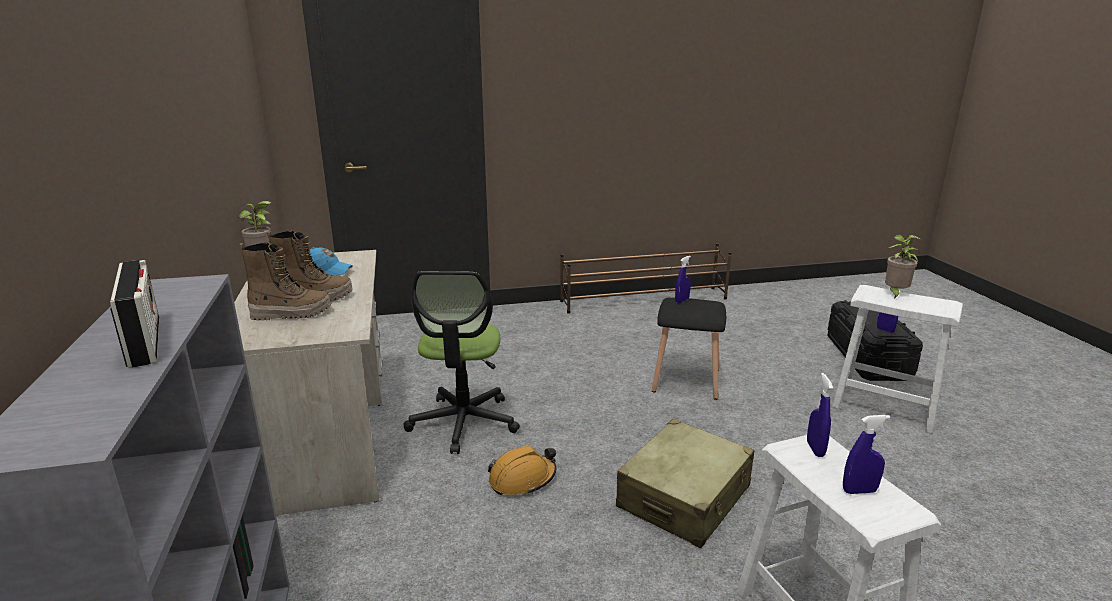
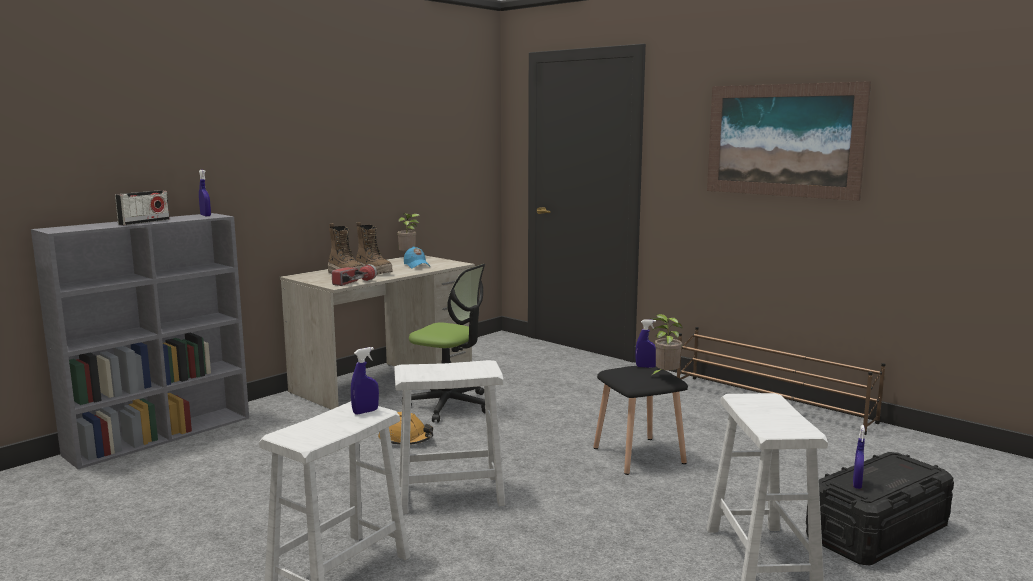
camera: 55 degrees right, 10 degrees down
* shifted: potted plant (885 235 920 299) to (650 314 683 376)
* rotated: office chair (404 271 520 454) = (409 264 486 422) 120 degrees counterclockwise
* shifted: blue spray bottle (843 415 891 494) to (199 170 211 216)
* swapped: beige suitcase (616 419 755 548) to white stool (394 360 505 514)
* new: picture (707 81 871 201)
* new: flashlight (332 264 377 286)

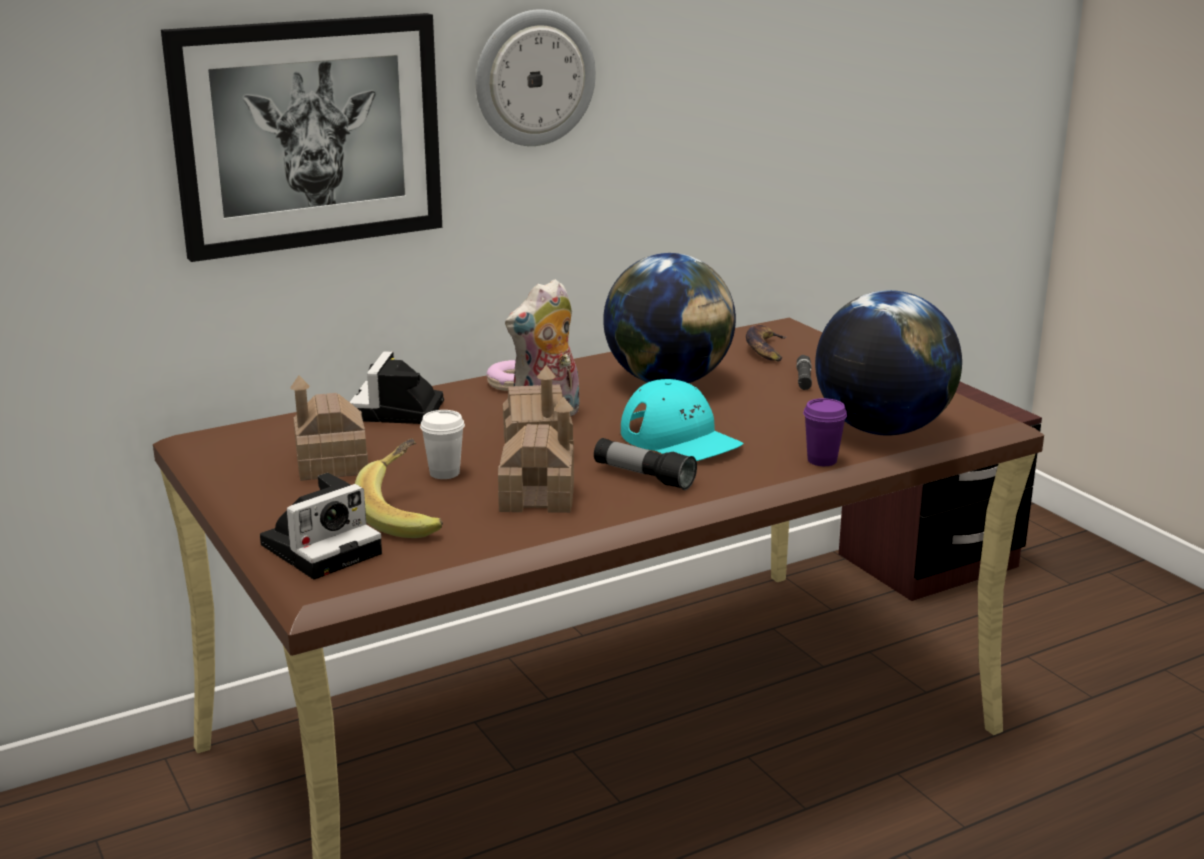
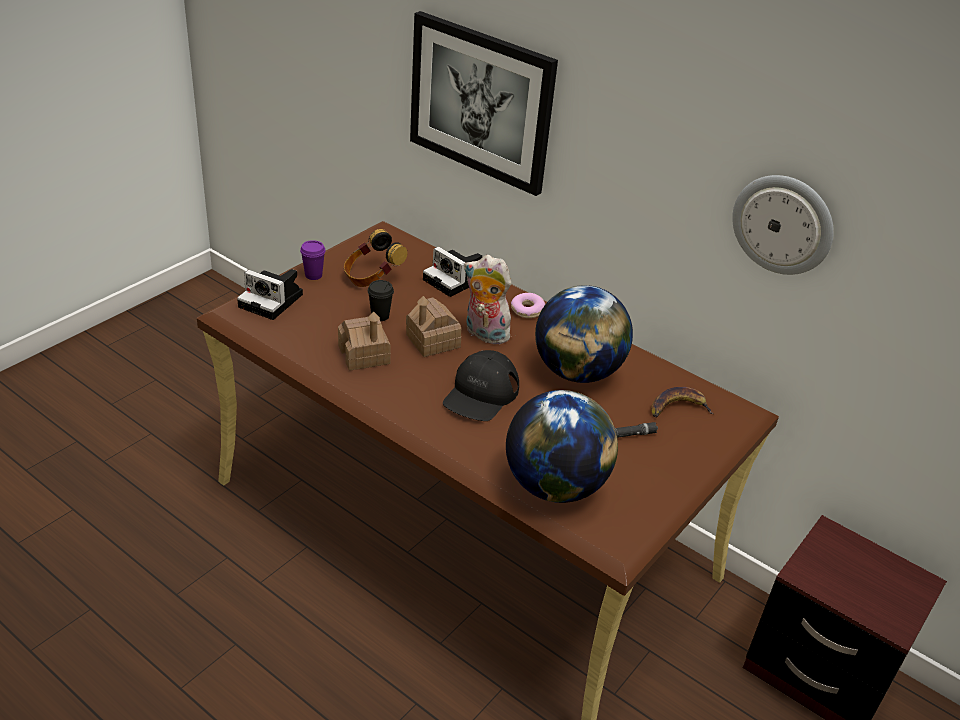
camera: 65 degrees right, 15 degrees up
* shifted: wall clock (476 9 596 146) to (732 175 834 275)
* rotated: photo camera (350 351 444 424) = (423 247 482 297) 120 degrees counterclockwise
* swapped: toy house (290 376 368 481) to headphones (344 229 407 287)
* repainted: turquoise cap (621 379 743 461) to black cap (443 350 519 421)
* shifted: purple cup (803 398 847 466) to (300 240 326 280)
* repainted: white cup (420 410 465 479) to black cup (368 280 394 321)
* gone: banana (355 438 443 538)
* gone: flashlight (594 438 697 490)

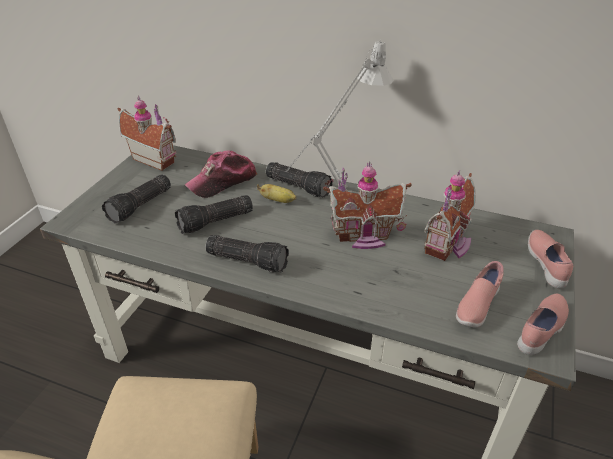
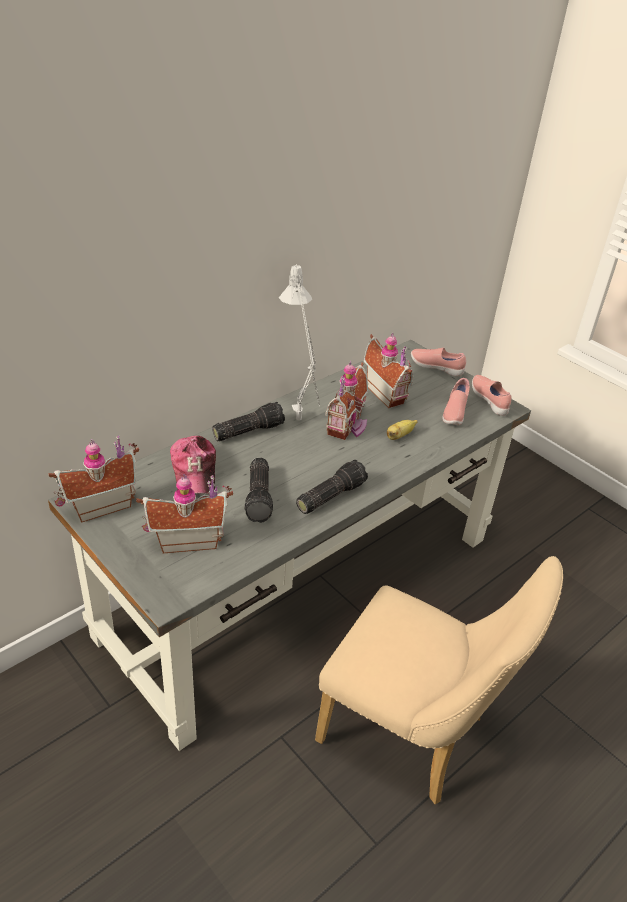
camera: 65 degrees left, 0 degrees up
* swapped: flashlight (102 174 171 223) to toy house (136 474 233 553)
* shifted: banana (257 184 296 203) to (387 420 418 440)
* rotated: pink shoe (456 261 504 328) = (442 378 470 425) 45 degrees clockwise

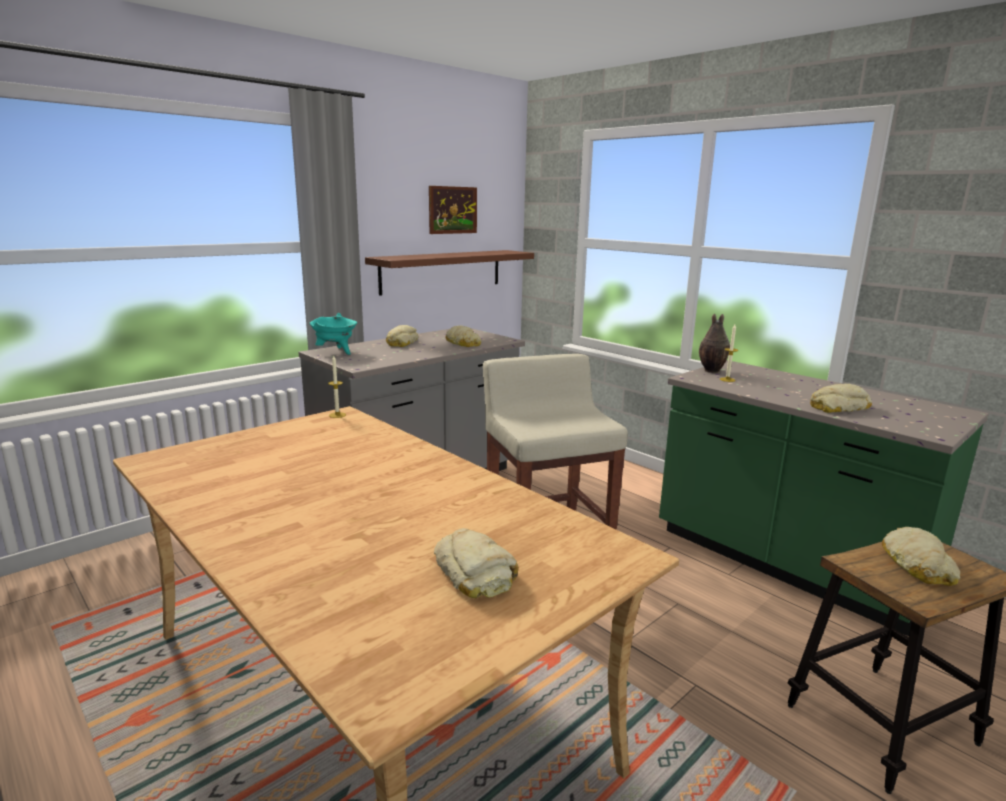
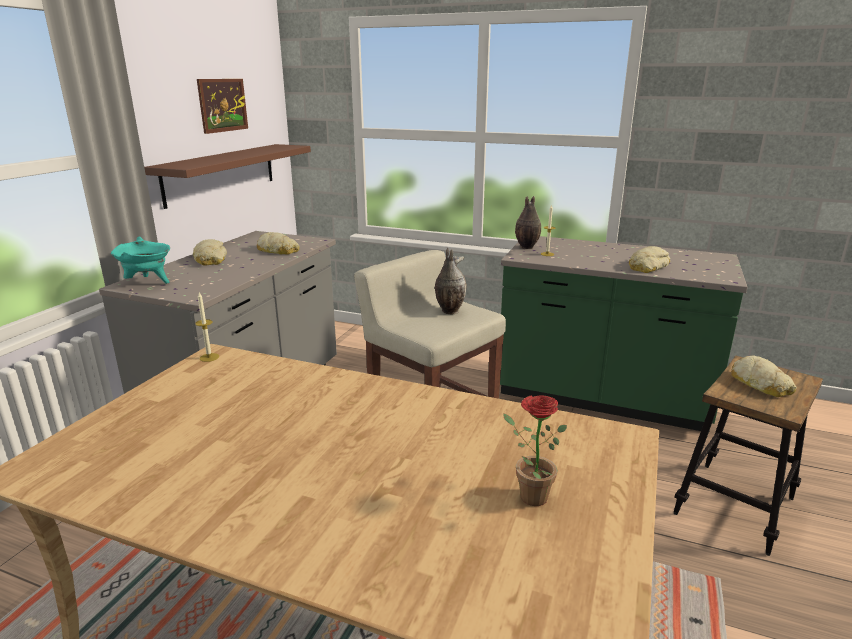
camera: 25 degrees left, 5 degrees up
* swapped: bread (434 528 519 598) to potted plant (503 395 567 506)
* new: vase (435 248 467 314)

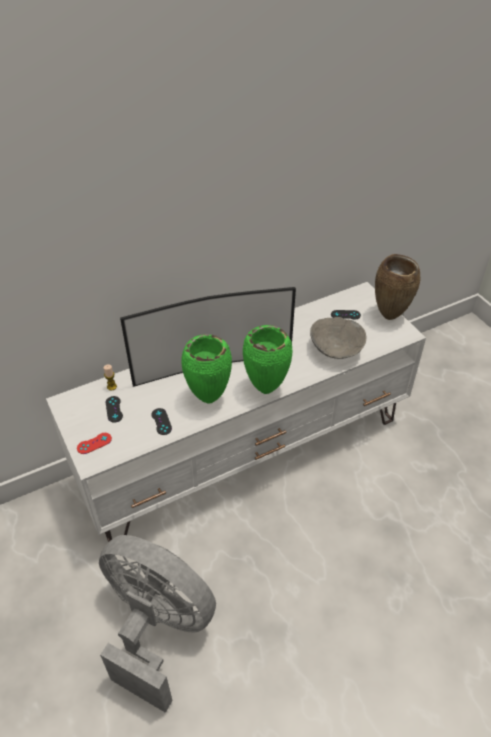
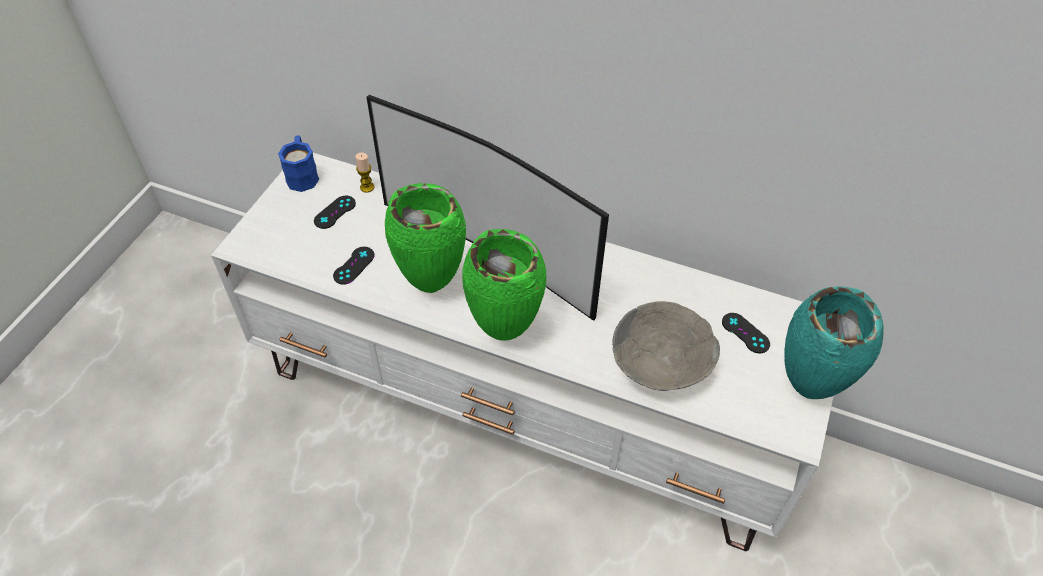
camera: 50 degrees right, 5 degrees up
* repainted: brown vase (375 254 421 320) to turquoise vase (784 286 884 399)
* gone: red game controller (77 433 112 454)
* gone: grey fan (99 535 216 713)
* new: blue mug (278 135 319 192)

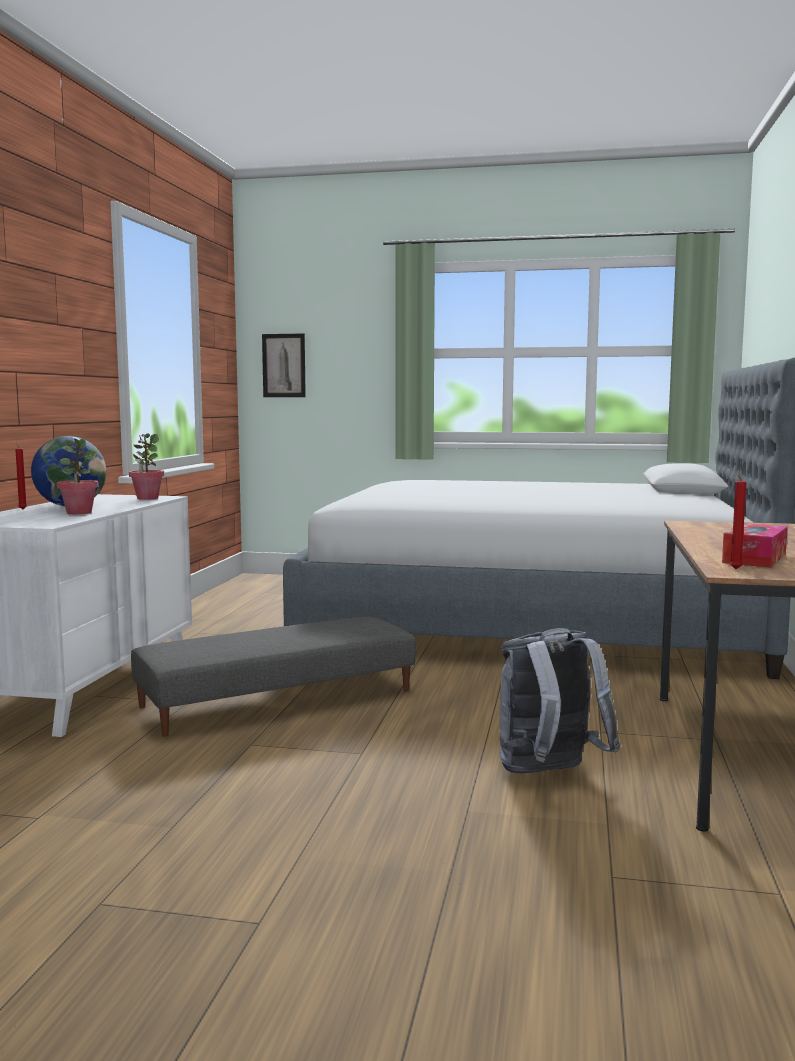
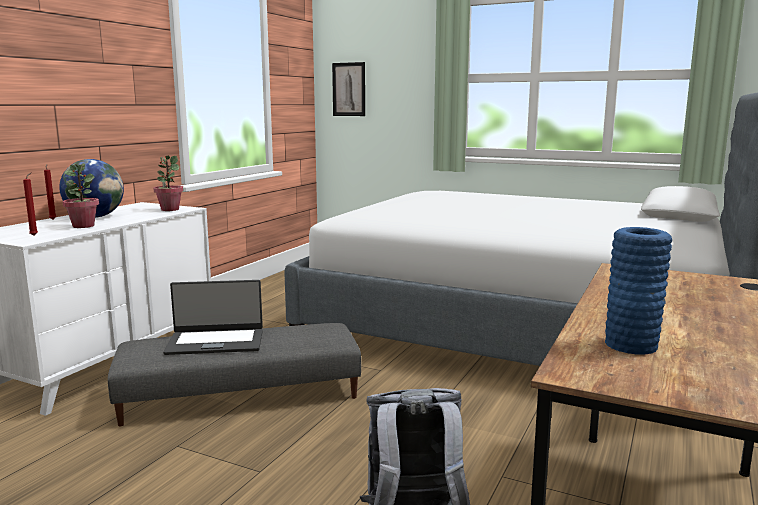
camera: 15 degrees right, 5 degrees up
* shifted: red candle (730 471 746 569) to (23 172 38 236)
* swapped: tissue box (722 523 788 568) to blue vase (605 227 672 355)
* new: laptop (163 280 263 355)

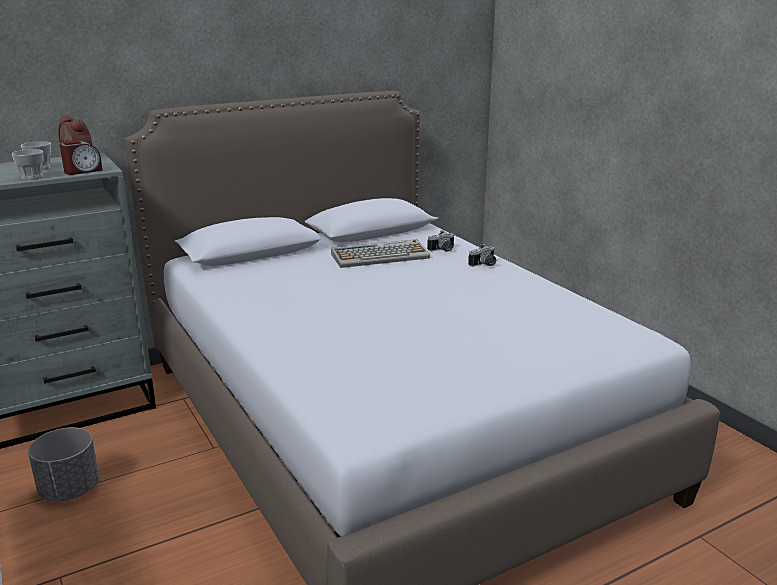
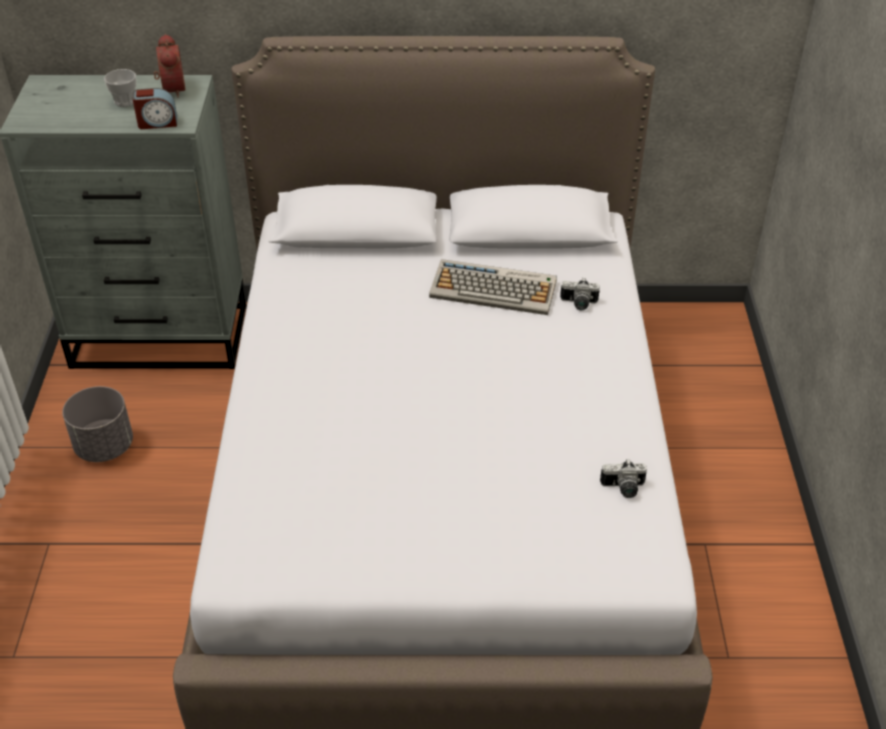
camera: 30 degrees right, 20 degrees up
* gone: cup (12 149 43 180)
* shifted: photo camera (468 244 496 267) to (600 459 647 498)

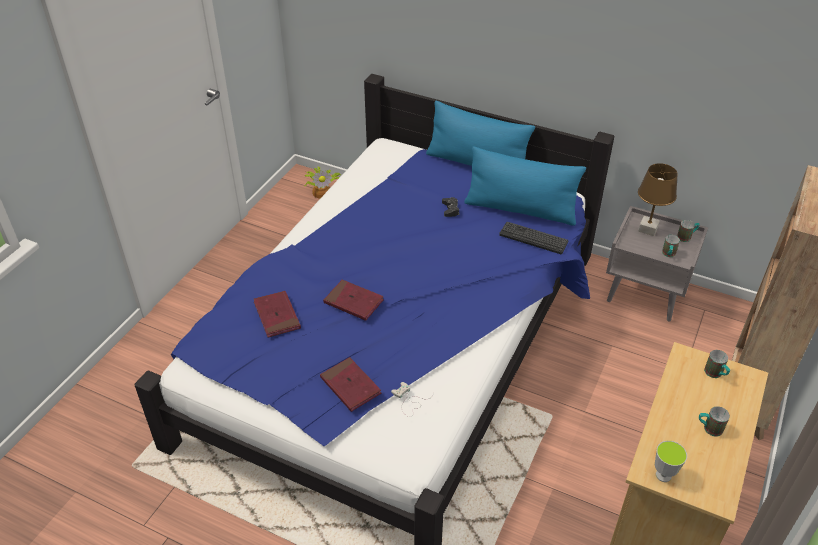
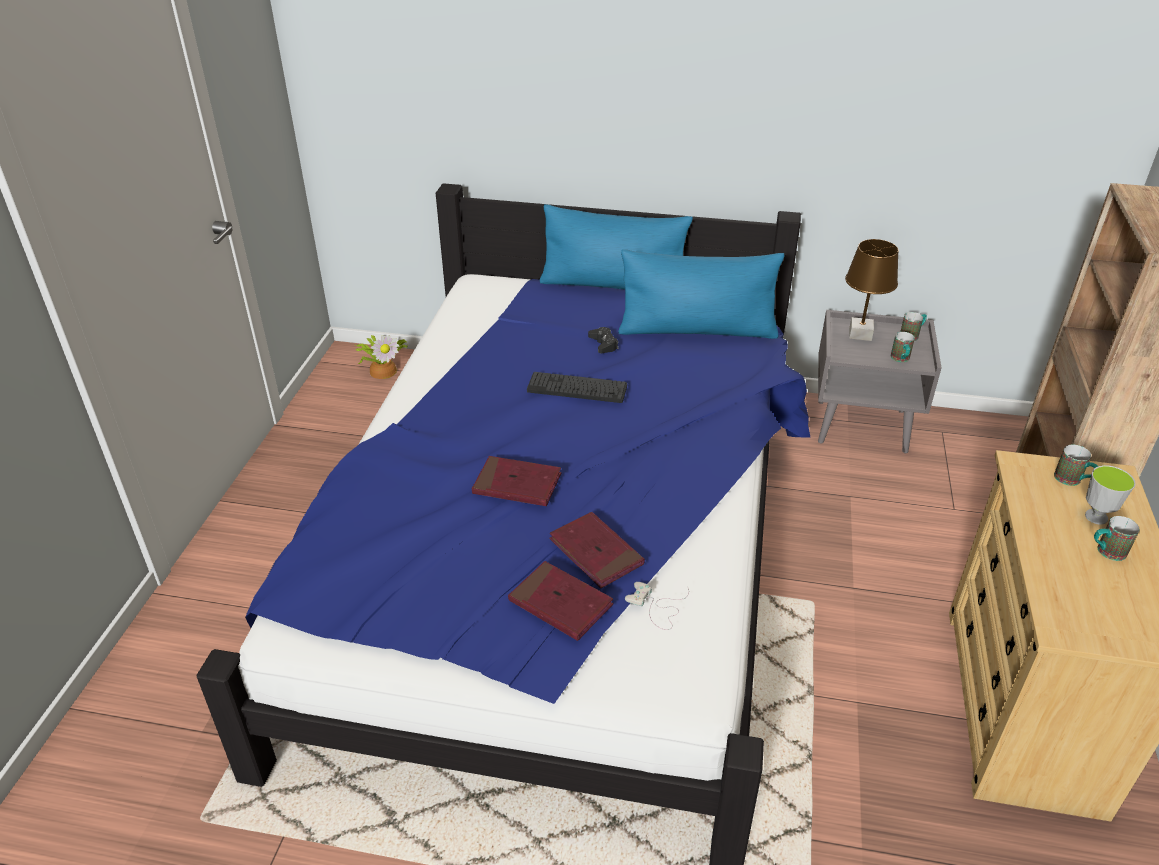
camera: 15 degrees left, 5 degrees down
* shifted: keyboard (499 222 568 254) to (527 372 627 403)
* shifted: red book (254 291 301 337) to (549 512 645 588)
* shifted: cup (655 441 687 482) to (1085 465 1136 525)

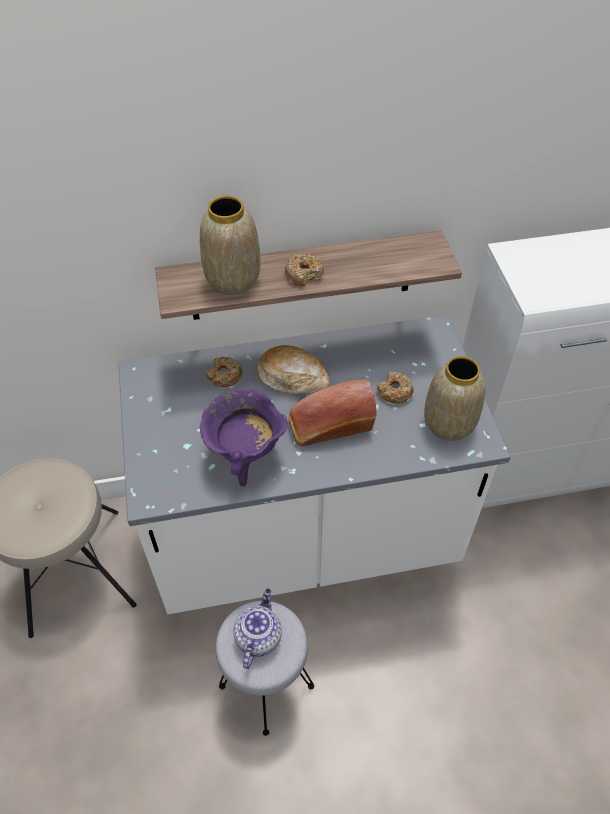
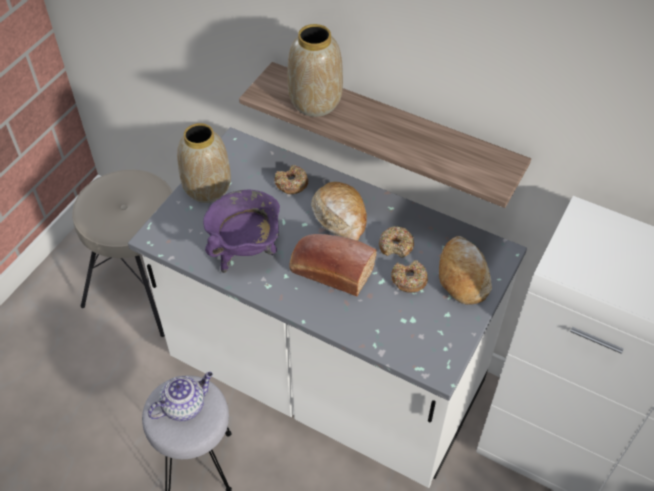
camera: 40 degrees right, 0 degrees up
* shifted: donut (285 253 324 287) to (379 226 414 258)
* shifted: vase (424 356 486 441) to (177 123 231 203)
* new: bread (439 236 492 305)

